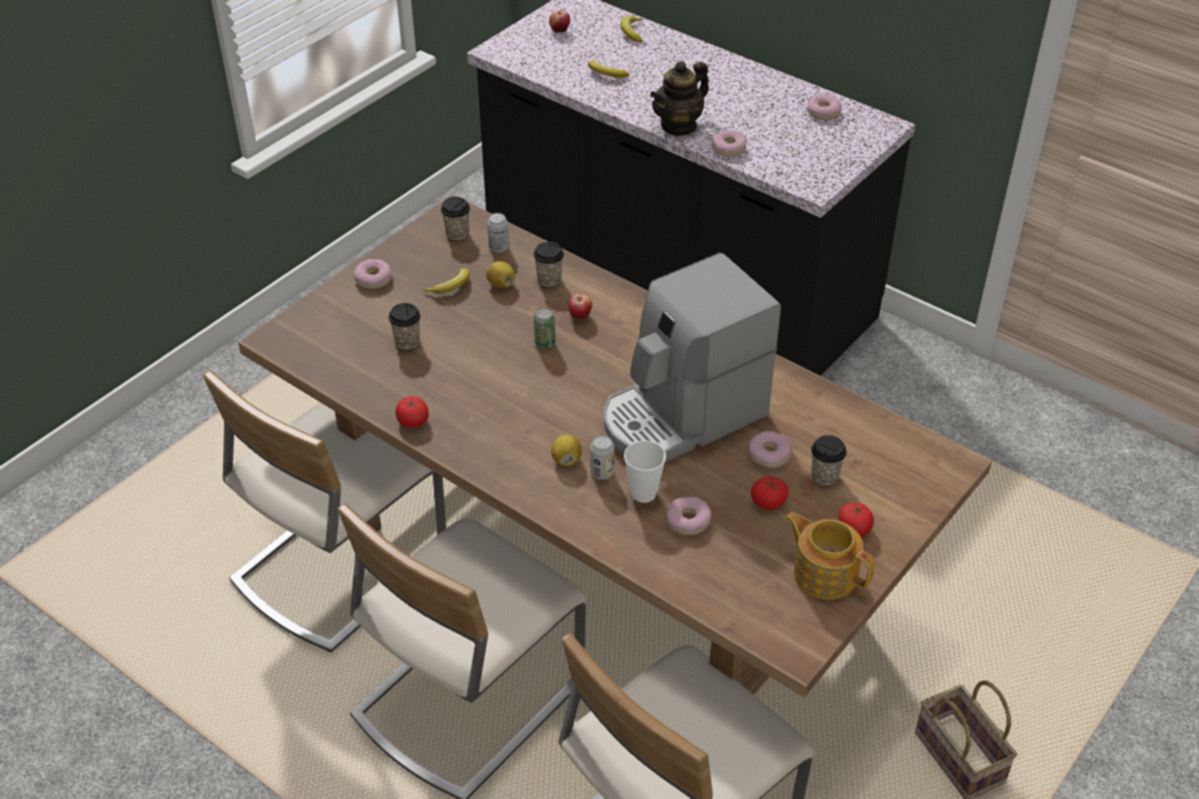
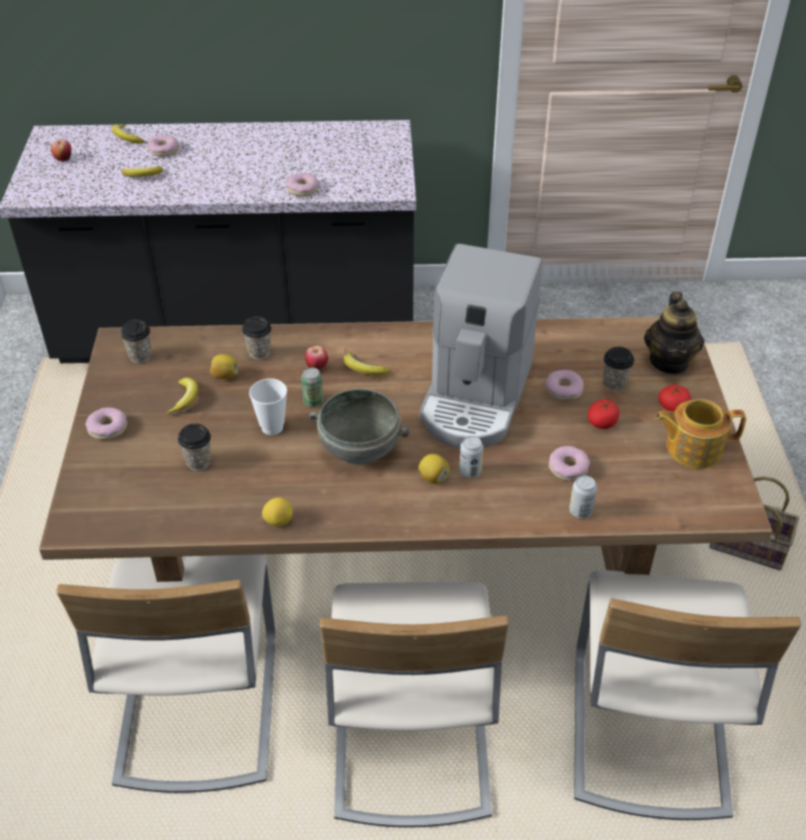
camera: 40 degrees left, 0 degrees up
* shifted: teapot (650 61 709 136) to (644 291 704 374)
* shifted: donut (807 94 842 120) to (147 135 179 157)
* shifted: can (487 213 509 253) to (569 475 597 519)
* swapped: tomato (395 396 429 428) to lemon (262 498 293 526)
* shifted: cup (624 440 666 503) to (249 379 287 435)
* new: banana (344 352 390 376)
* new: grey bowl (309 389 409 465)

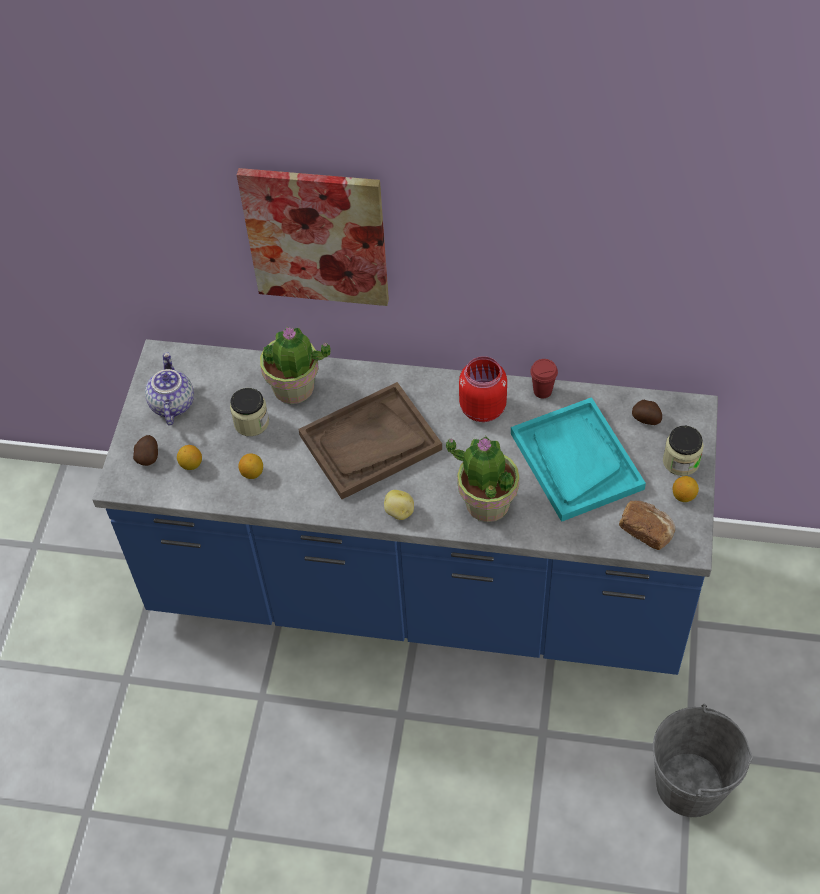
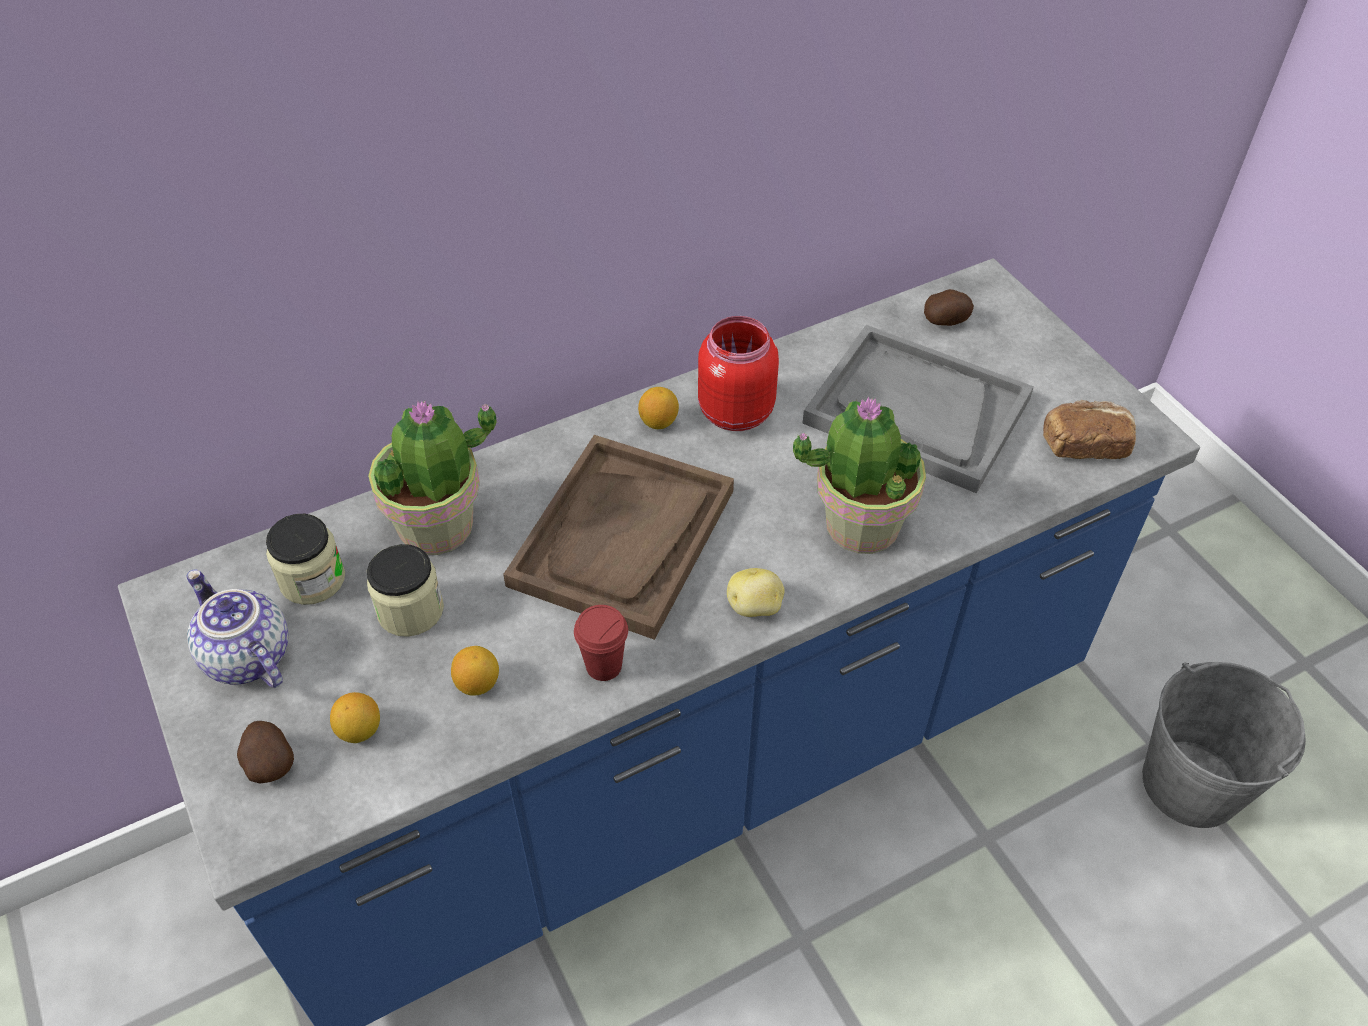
camera: 40 degrees left, 5 degrees down
* gone: picture (237 168 389 306)
* shifted: red cup (530 359 558 398) to (574 605 628 681)
* repainted: turquoise tray (511 397 646 522) to grey tray (803 325 1034 493)
* shifted: jar (663 426 704 476) to (266 514 345 605)
* shifted: lemon (673 476 699 502) to (638 387 679 429)

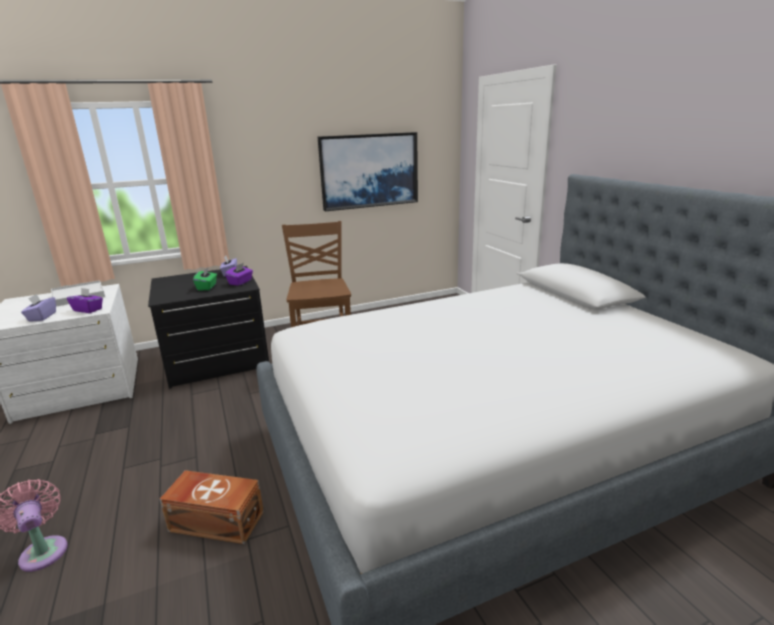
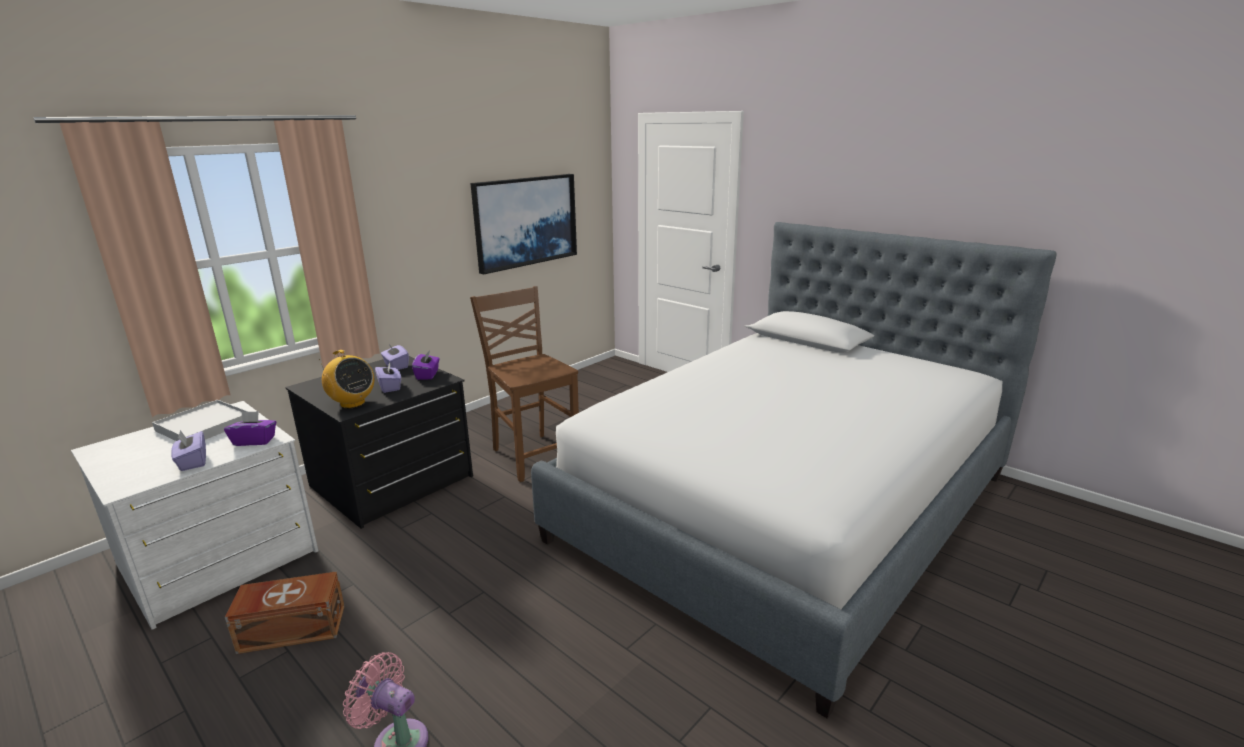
camera: 25 degrees left, 0 degrees up
* repainted: green tissue box (193 267 217 291) to purple tissue box (375 361 401 393)
* shifted: brown storage box (160 470 264 544) to (225 571 345 654)
* new: radio (319 350 374 408)

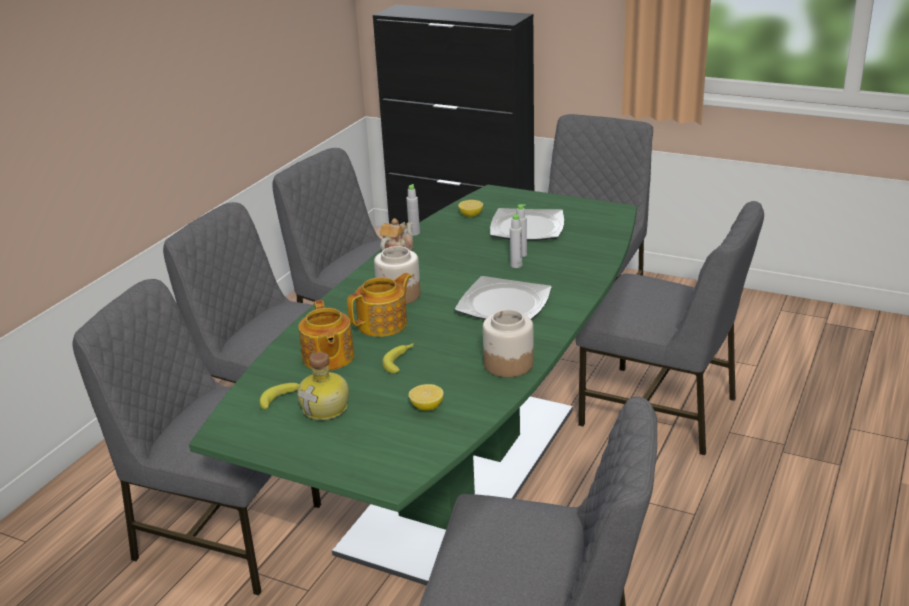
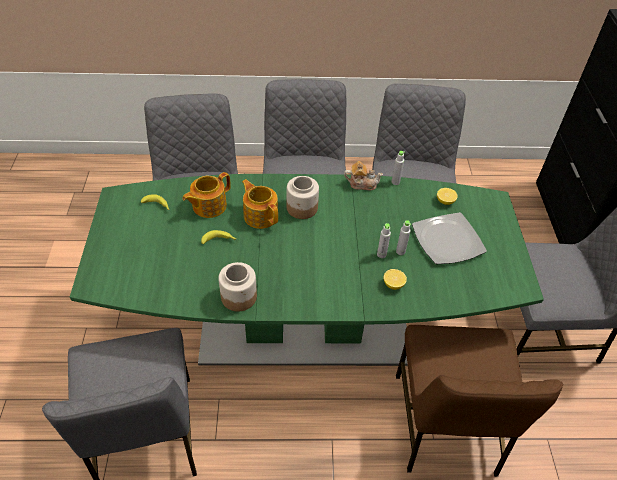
camera: 60 degrees right, 20 degrees up
* repainted: grey chair (576 201 764 455) to brown chair (396 325 563 477)
* rotated: teapot (347 273 412 337) = (242 179 278 229) 150 degrees counterclockwise
* gone: plate (455 276 552 320)
* gone: bottle (297 352 349 420)
* shifted: lemon (409 384 444 411) to (383 269 407 290)

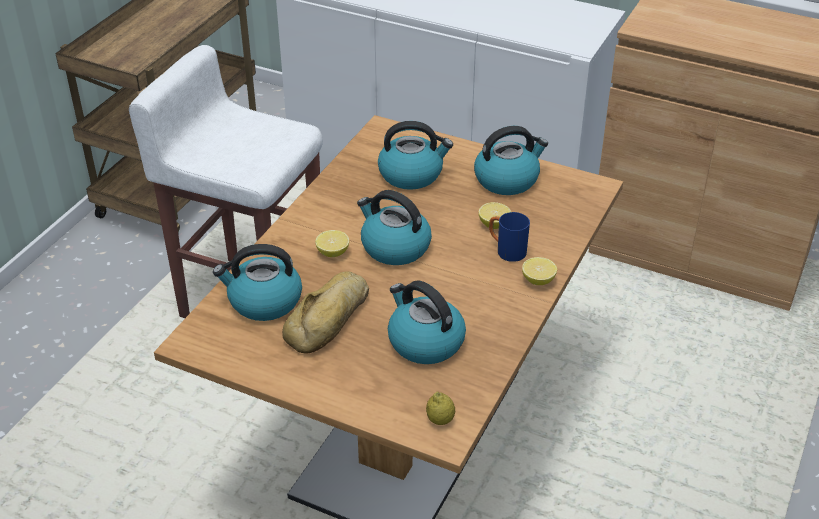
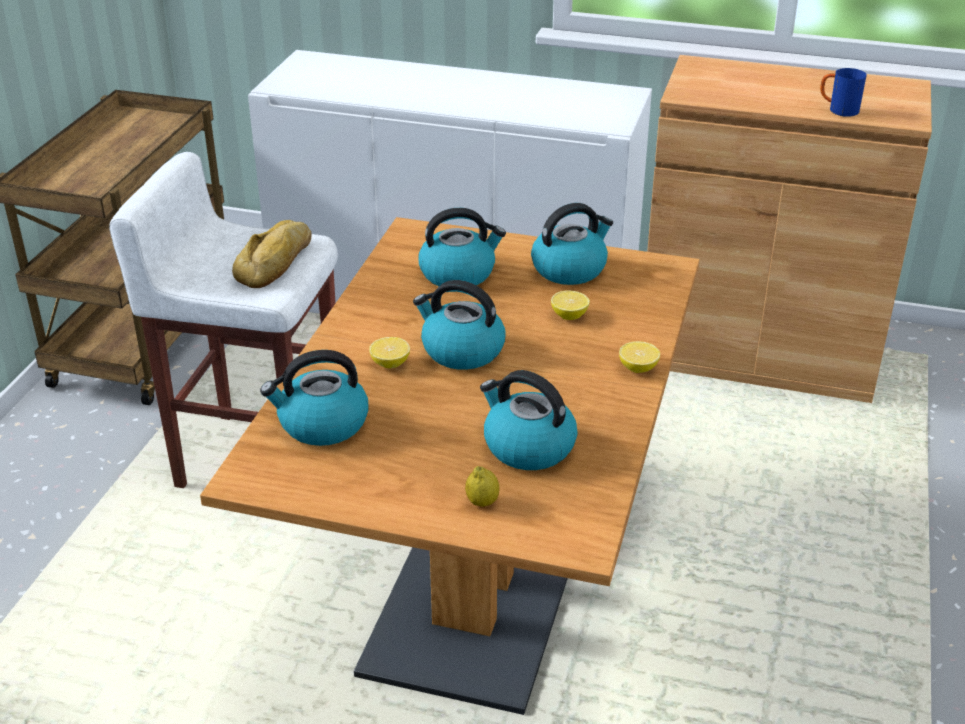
camera: 10 degrees left, 5 degrees down
* shifted: blue mug (489 212 530 262) to (820 68 867 117)
* shifted: bread (282 271 369 354) to (232 220 312 288)
* shifted: lemon (426 392 455 425) to (465 466 500 507)

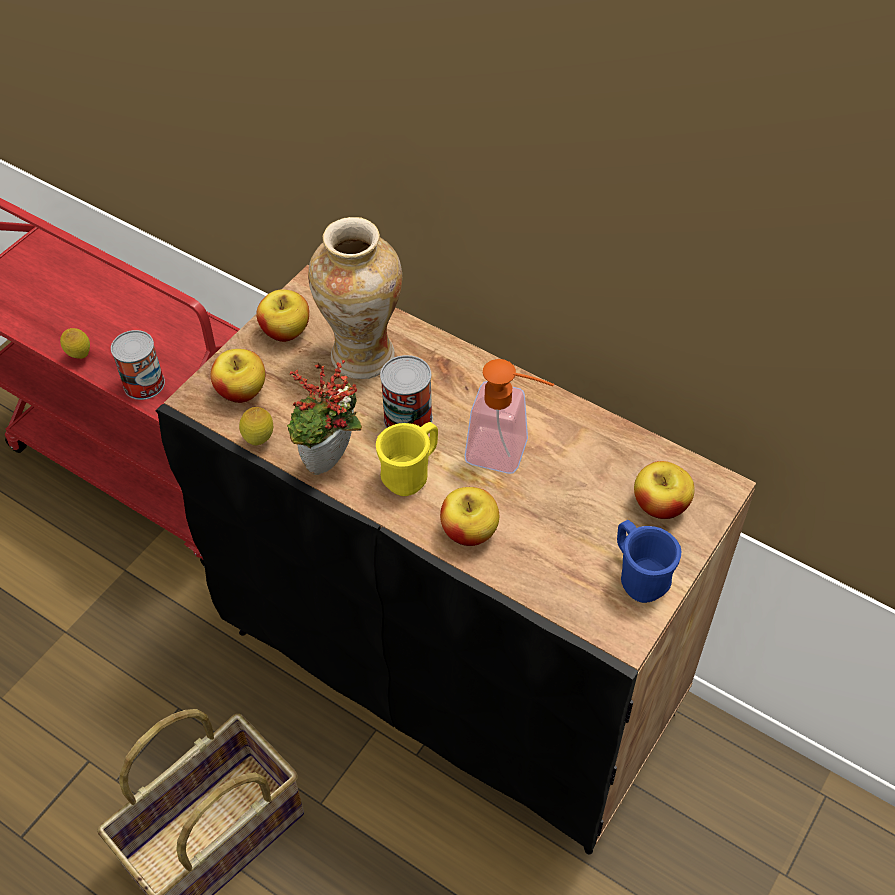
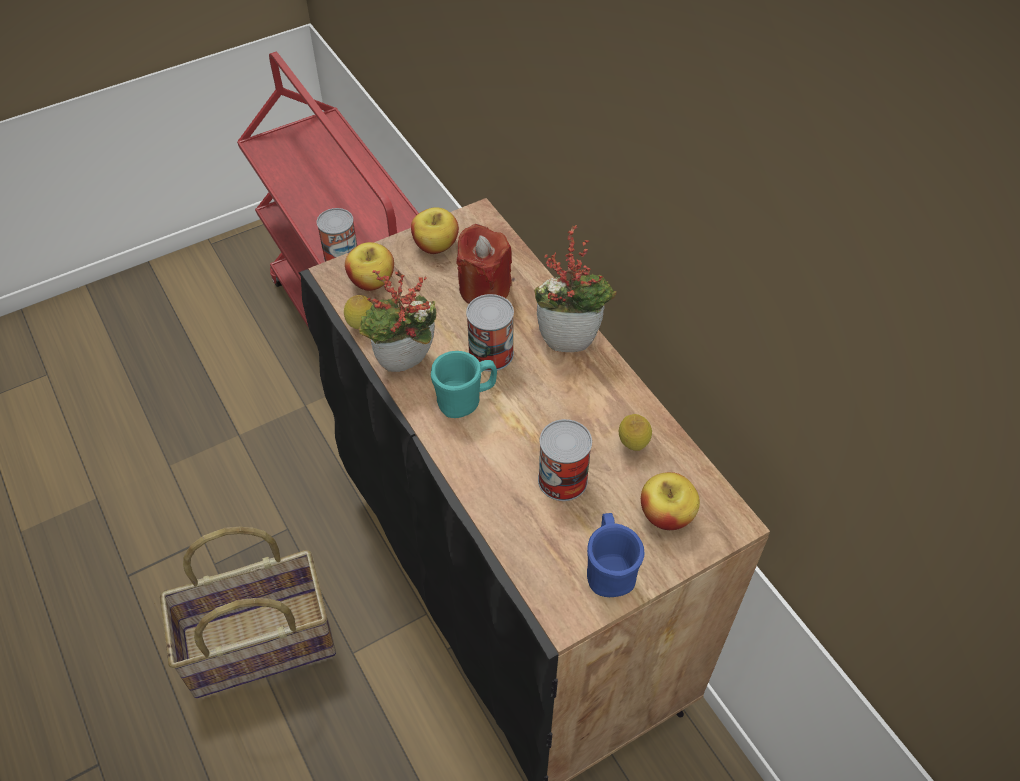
camera: 25 degrees right, 0 degrees up
* swapped: vase (308 217 402 379) to red candle (457 224 512 304)
* shifted: lemon (60 328 90 359) to (619 414 652 451)
* gone: soap dispenser (464 359 554 474)
* repainted: yellow mug (376 422 438 496) to turquoise mug (431 351 497 418)
* gone: apple (440 487 499 546)
* new: potted plant (534 225 617 352)
* new: can (538 419 592 501)

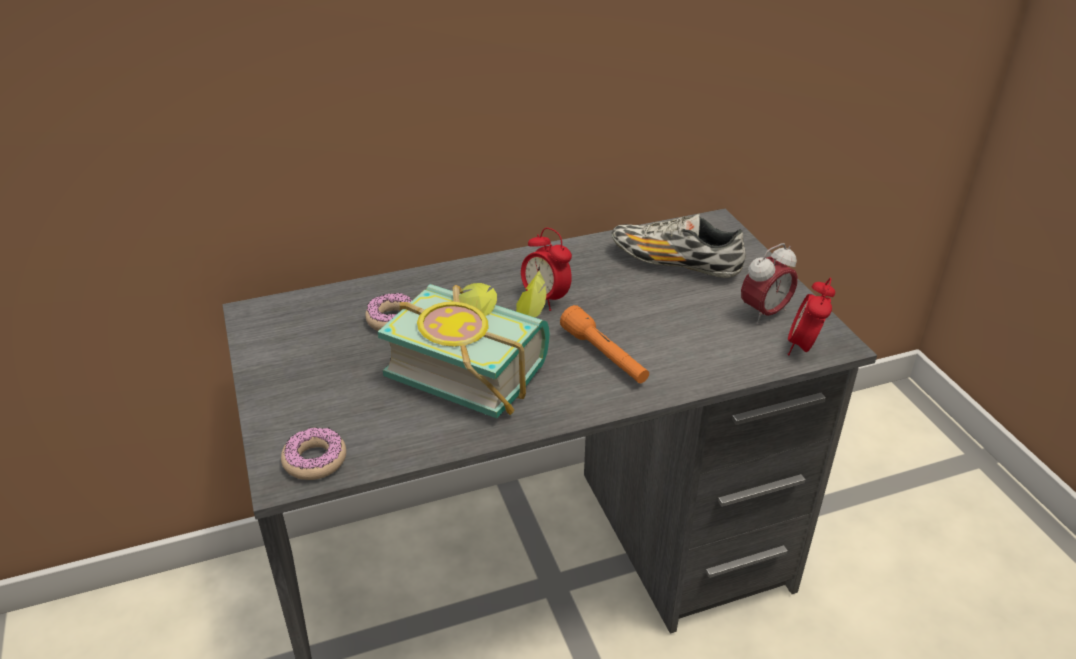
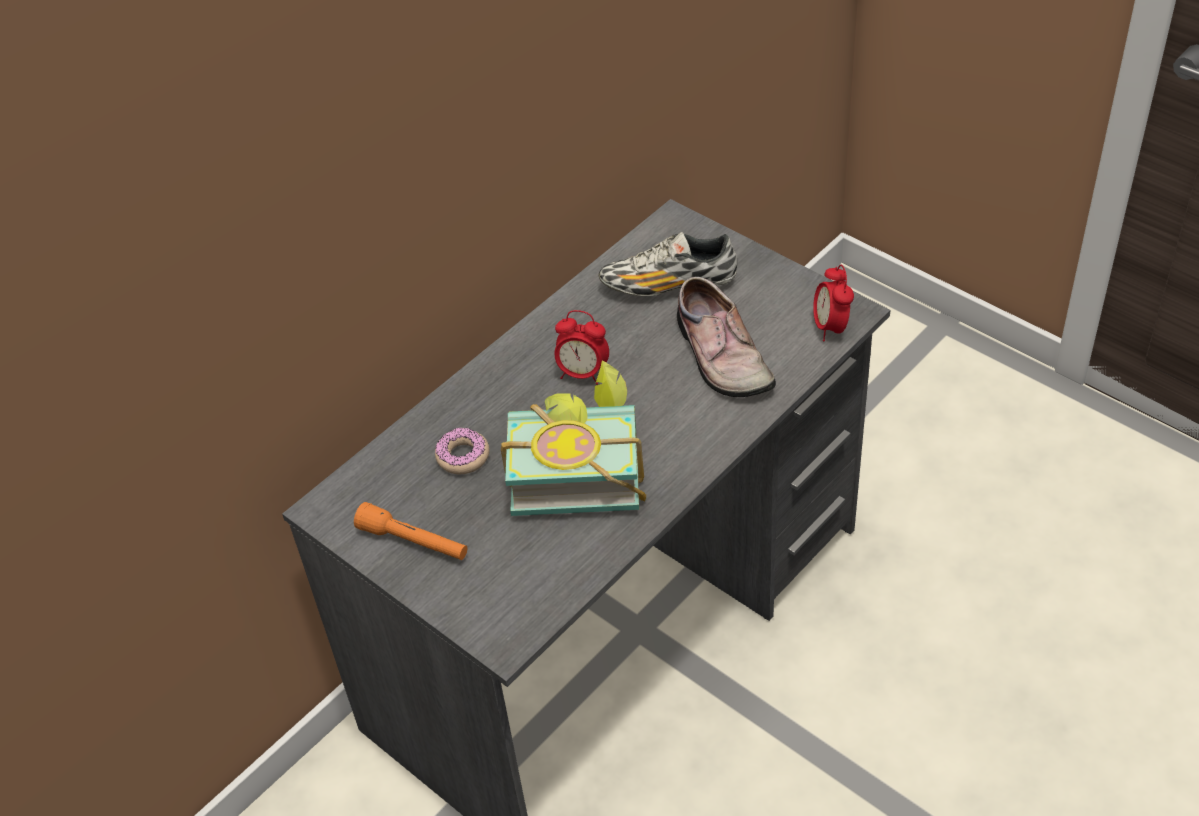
camera: 25 degrees left, 10 degrees up
* gone: alarm clock (741 243 798 325)
* shifted: orange flashlight (560 305 649 383) to (354 502 467 560)
* gone: donut (281 428 346 480)
* new: shoe (677 277 776 397)

